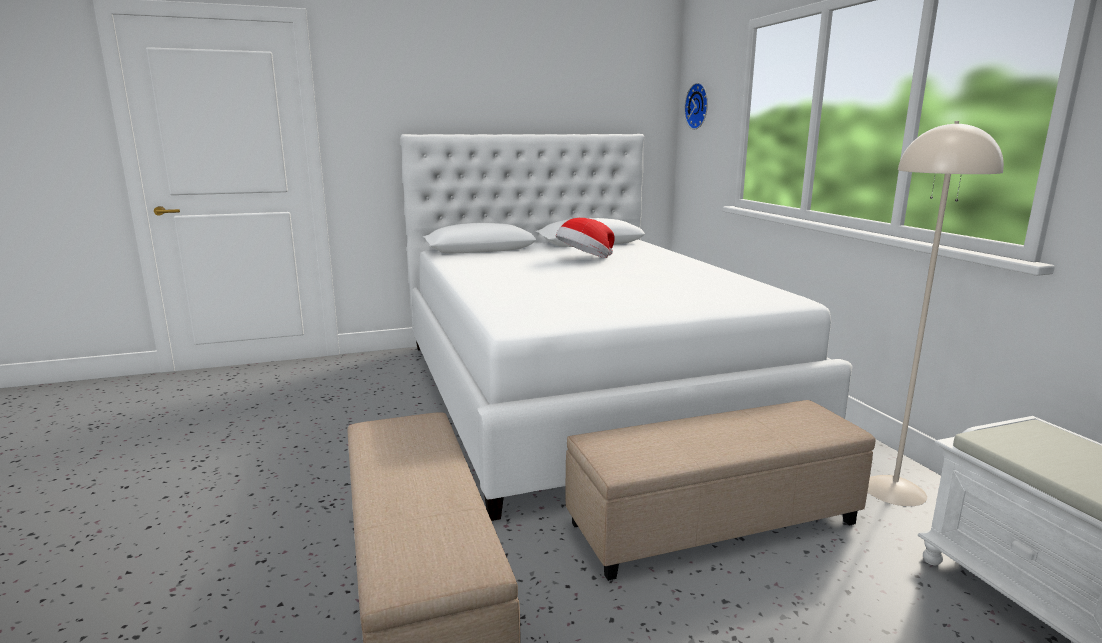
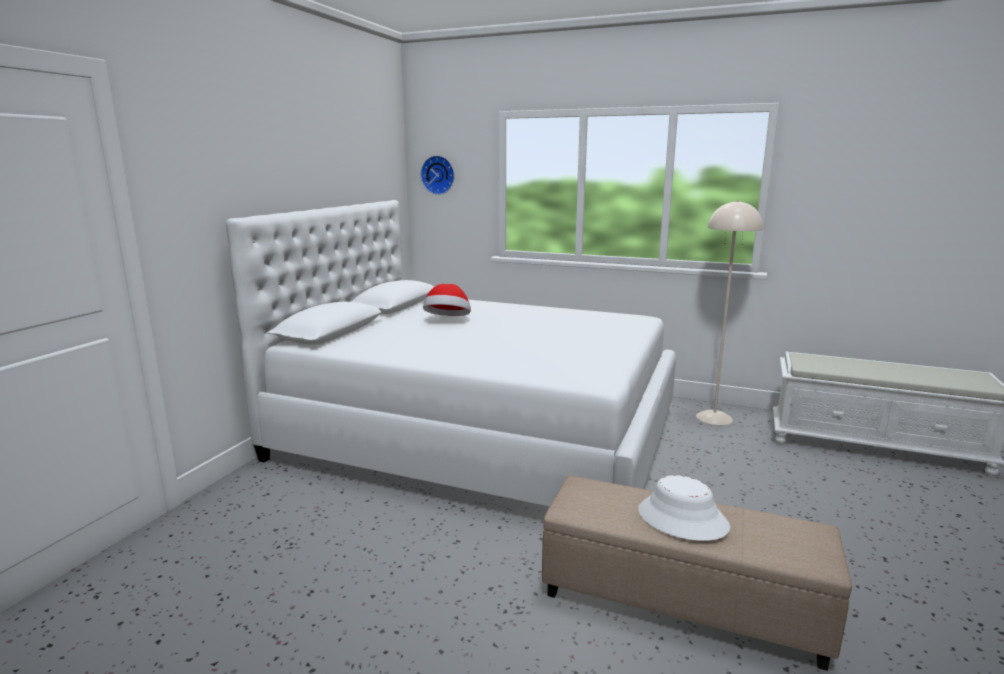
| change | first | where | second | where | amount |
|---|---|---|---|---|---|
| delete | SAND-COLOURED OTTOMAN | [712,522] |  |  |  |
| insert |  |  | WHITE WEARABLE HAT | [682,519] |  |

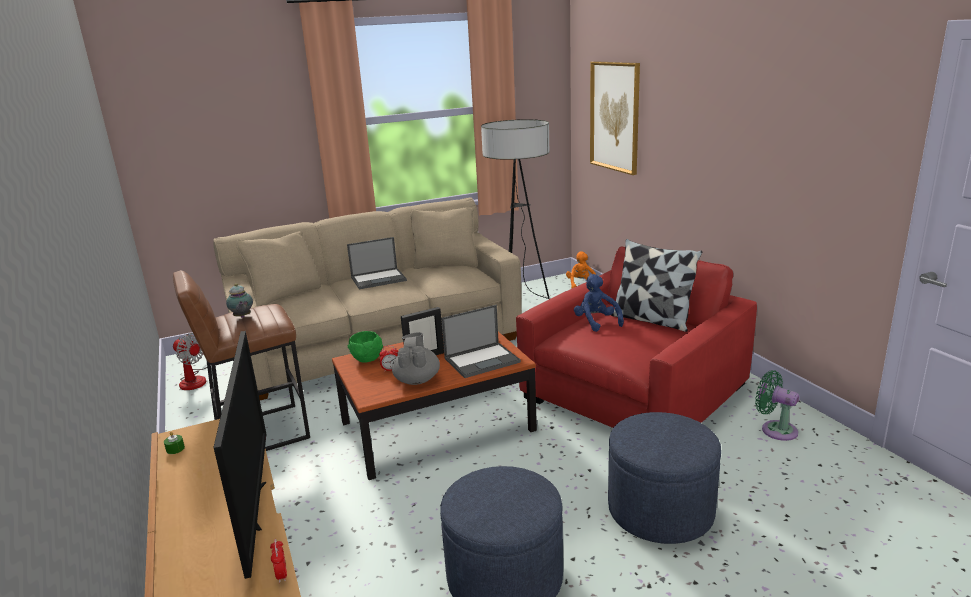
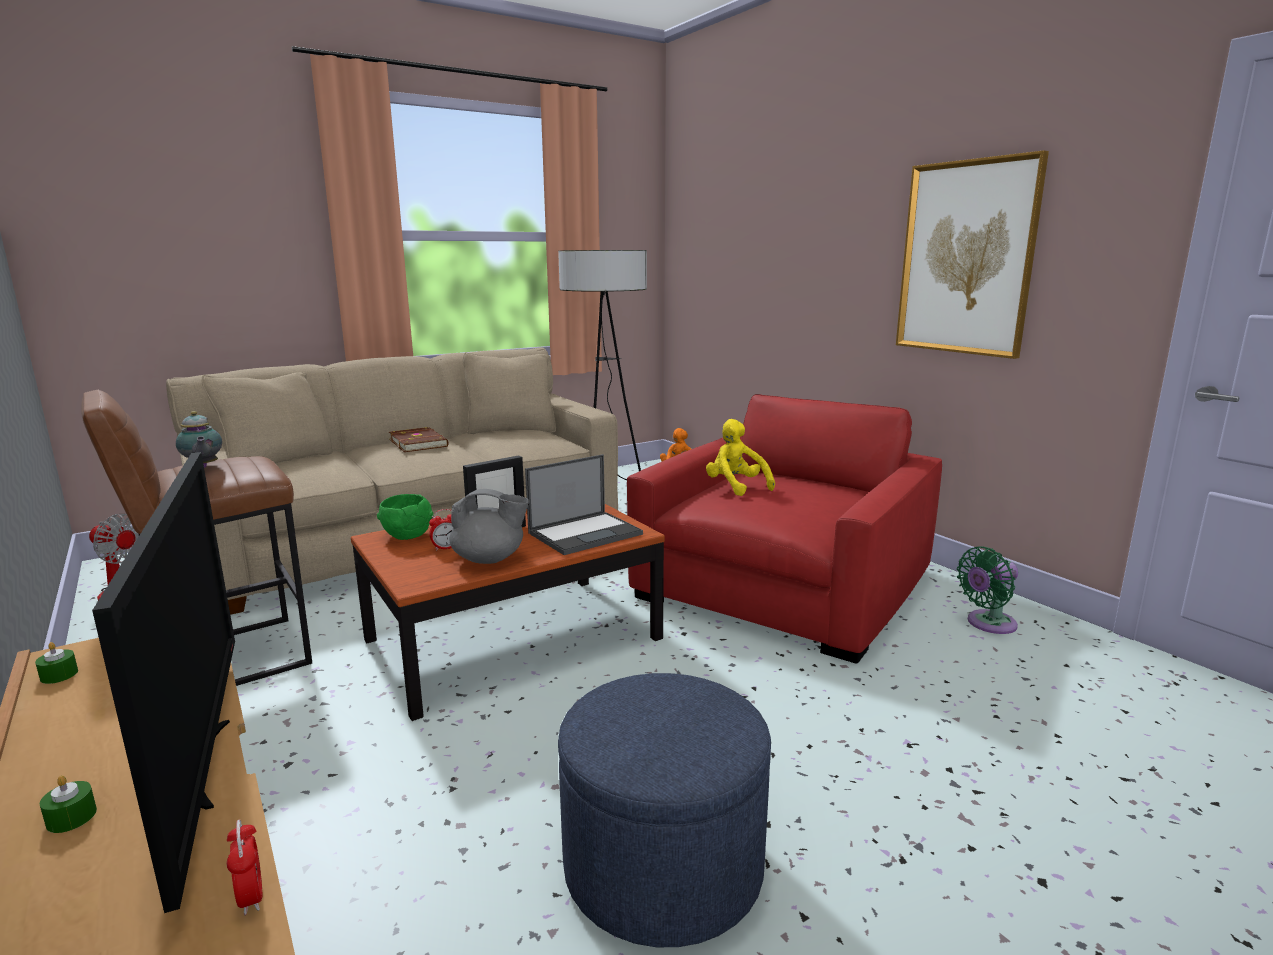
| change | first | where | second | where | amount |
|---|---|---|---|---|---|
| move | WALL ART | [615,116] |  | [966,258] |  |
| replace | NOTEBOOK COMPUTER | [379,279] | BROWN-COLOURED BOUND BOOK | [419,443] |  |
| delete | CUSHION | [652,320] |  |  |  |
| recolor | BLUISH SOFT TOY | [596,322] | YELLOWISH SOFT TOY | [736,487] |  |
| rotate | GRAY POT FOR TEA | [417,379] |  | [490,559] | 105 degrees clockwise |
| rotate | GREEN COOLING FAN | [775,429] |  | [987,624] | 60 degrees counterclockwise |
| delete | BLUISH OTTOMAN | [660,510] |  |  |  |
| insert |  |  | GREEN WAX CANDLE | [71,817] |  |

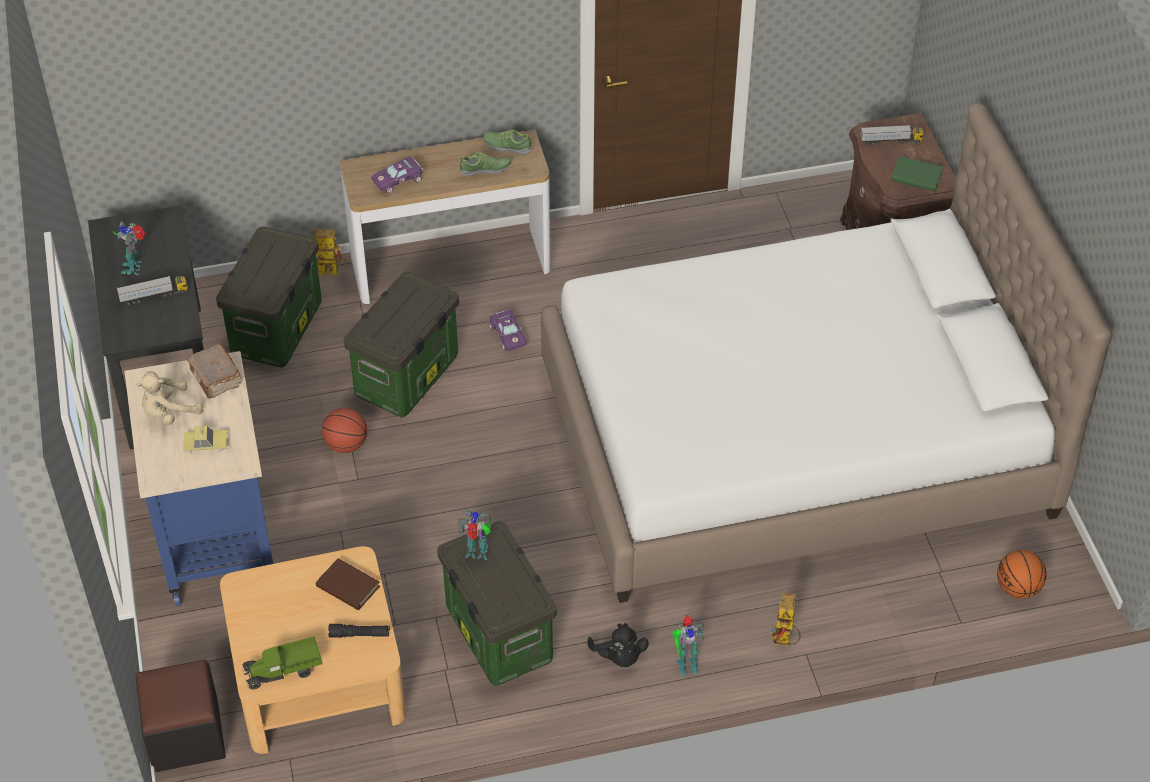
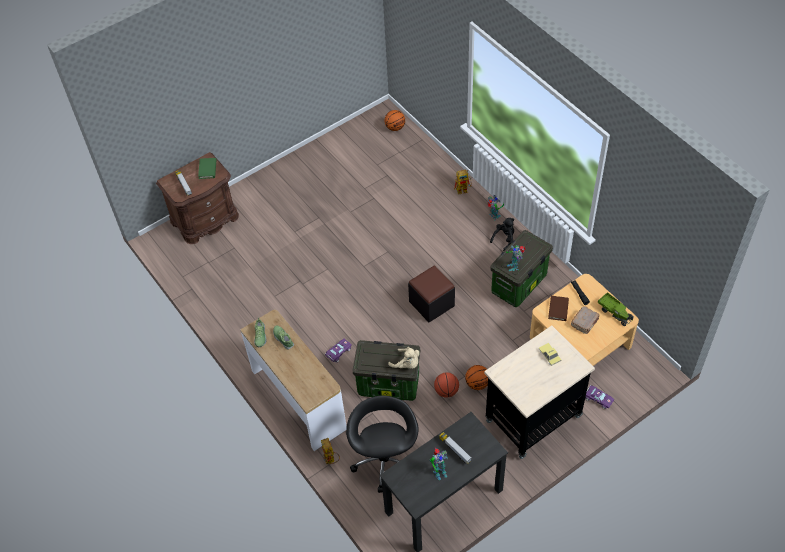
| change | first | where | second | where | amount |
|---|---|---|---|---|---|
| delete | WHITE SLEEPING BED | [795,440] |  |  |  |
| move | PURPLE TOY CAR | [399,179] |  | [597,398] |  |
| replace | STORAGE CONTAINER | [277,330] | BLACK COMPUTER CHAIR | [385,461] |  |
| move | BROWN-COLOURED BOUND BOOK | [215,378] |  | [585,322] |  |
| recolor | BLUISH TROLLEY | [215,537] | BLACK TROLLEY | [533,420] |  |
| move | SAND-COLOURED SOFT TOY | [169,413] |  | [406,364] |  |
| move | BLACK OTTOMAN | [186,735] |  | [431,303] |  |
| insert |  |  | BASKETBALL BALL | [477,383] |  |

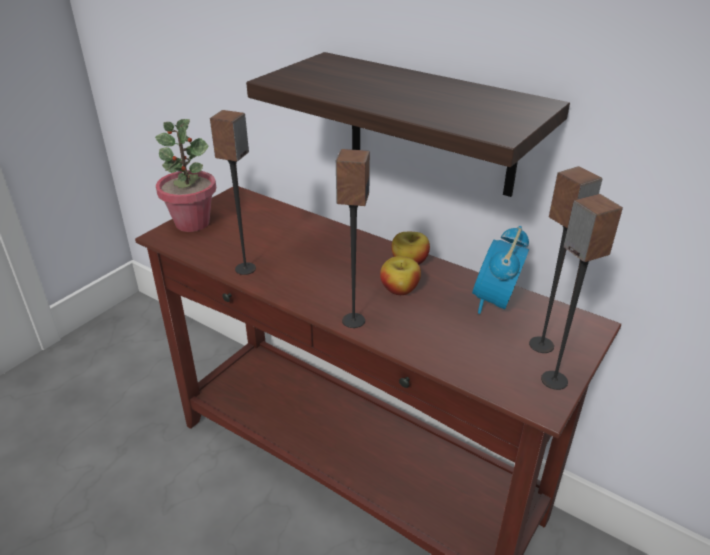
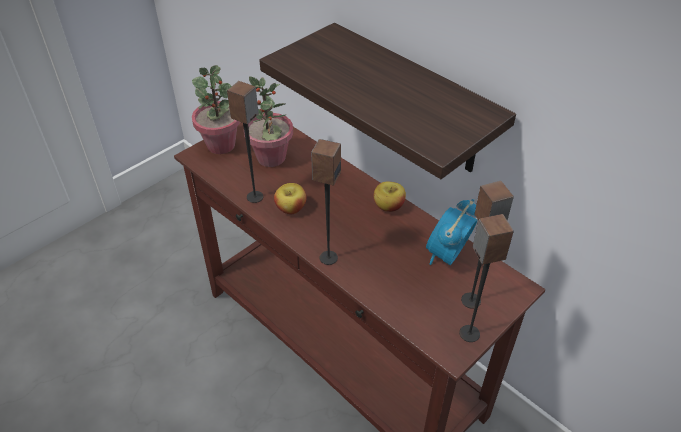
| change | first | where | second | where | amount |
|---|---|---|---|---|---|
| move | WHOLE APPLE | [399,289] |  | [291,208] |  |
| insert |  |  | PLANT IN A POT | [271,158] |  |

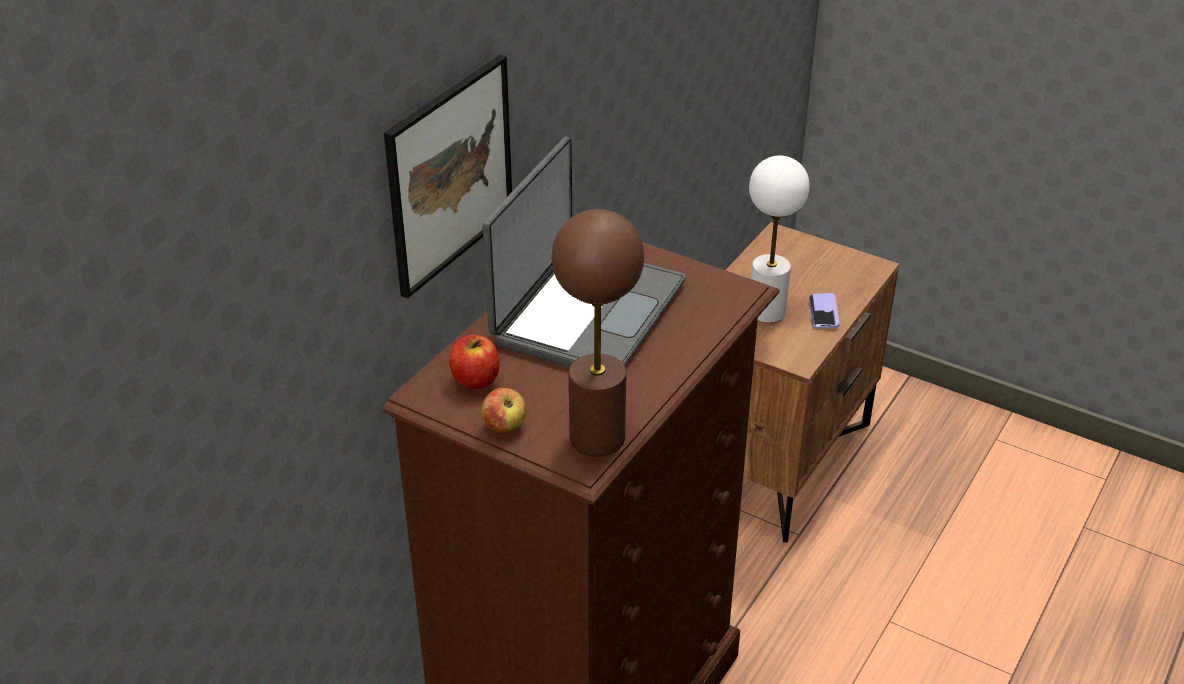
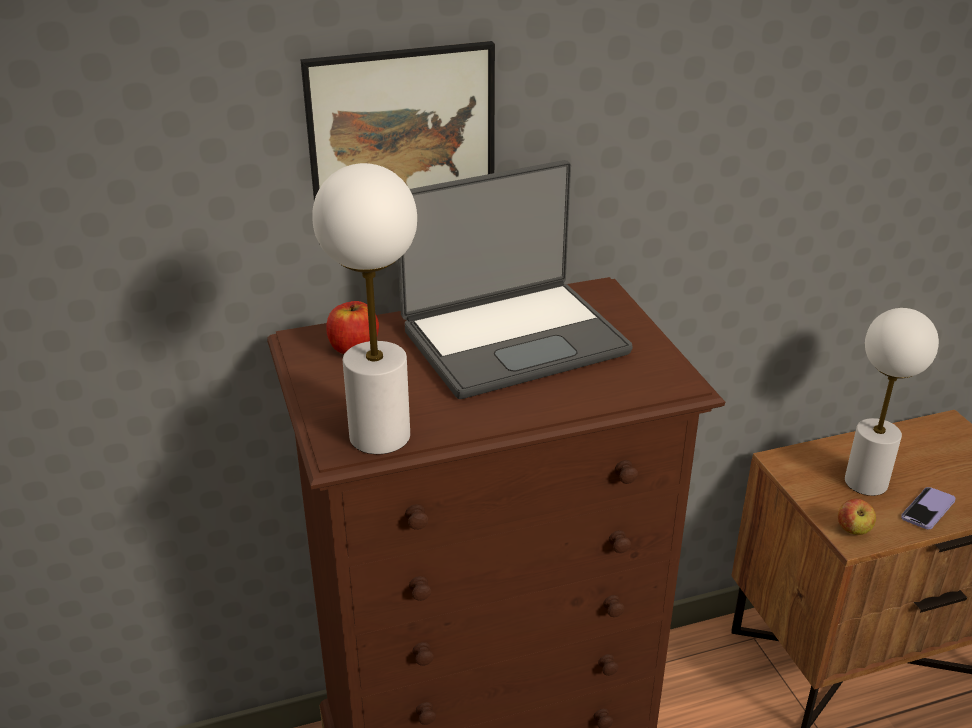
| change | first | where | second | where | amount |
|---|---|---|---|---|---|
| recolor | BROWN-COLOURED TABLETOP LAMP | [596,438] | WHITE TABLETOP LAMP | [378,436] |  |
| move | WHOLE APPLE | [504,426] |  | [853,530] |  |

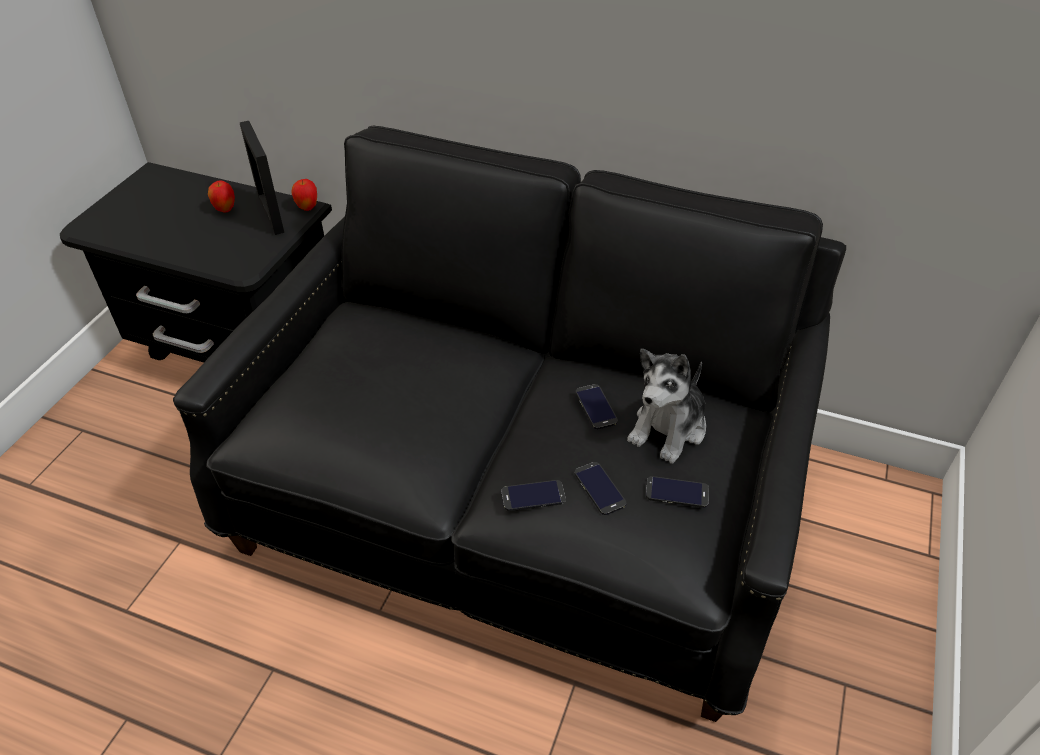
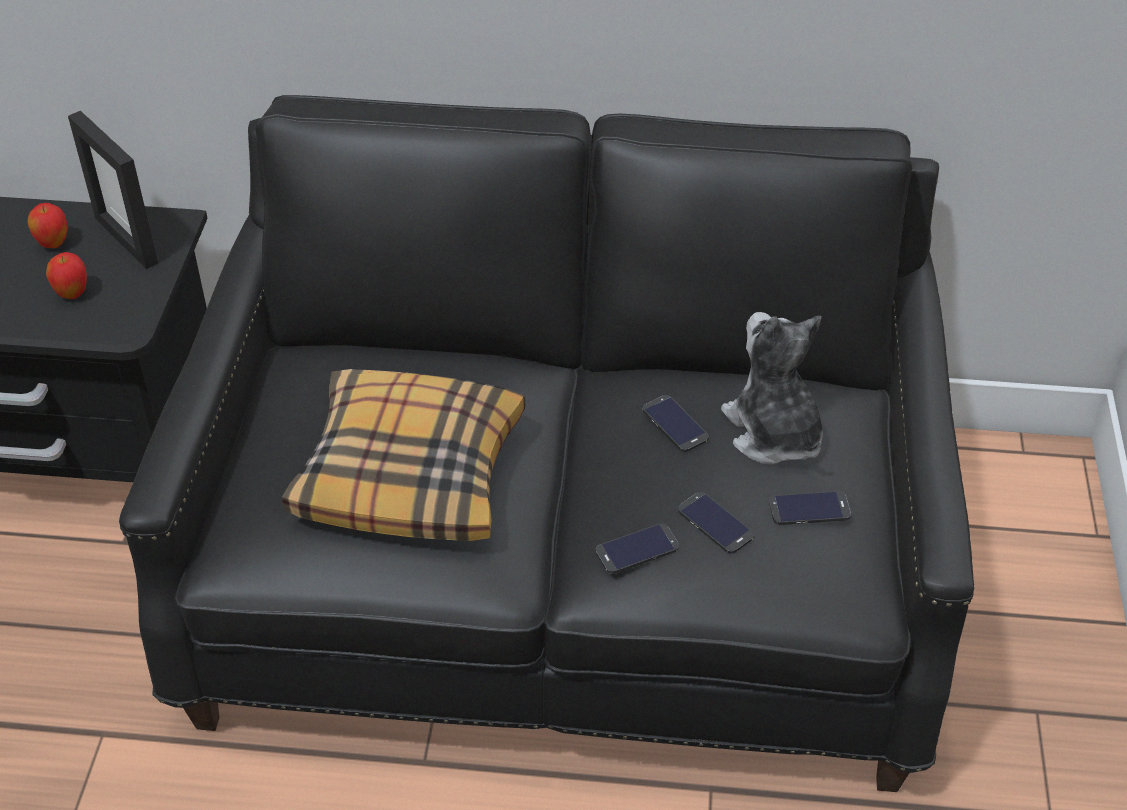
| change | first | where | second | where | amount |
|---|---|---|---|---|---|
| move | WHOLE APPLE | [307,208] |  | [72,294] |  |
| rotate | SOFT TOY | [668,428] |  | [773,433] | 135 degrees clockwise |
| insert |  |  | CUSHION | [410,472] |  |

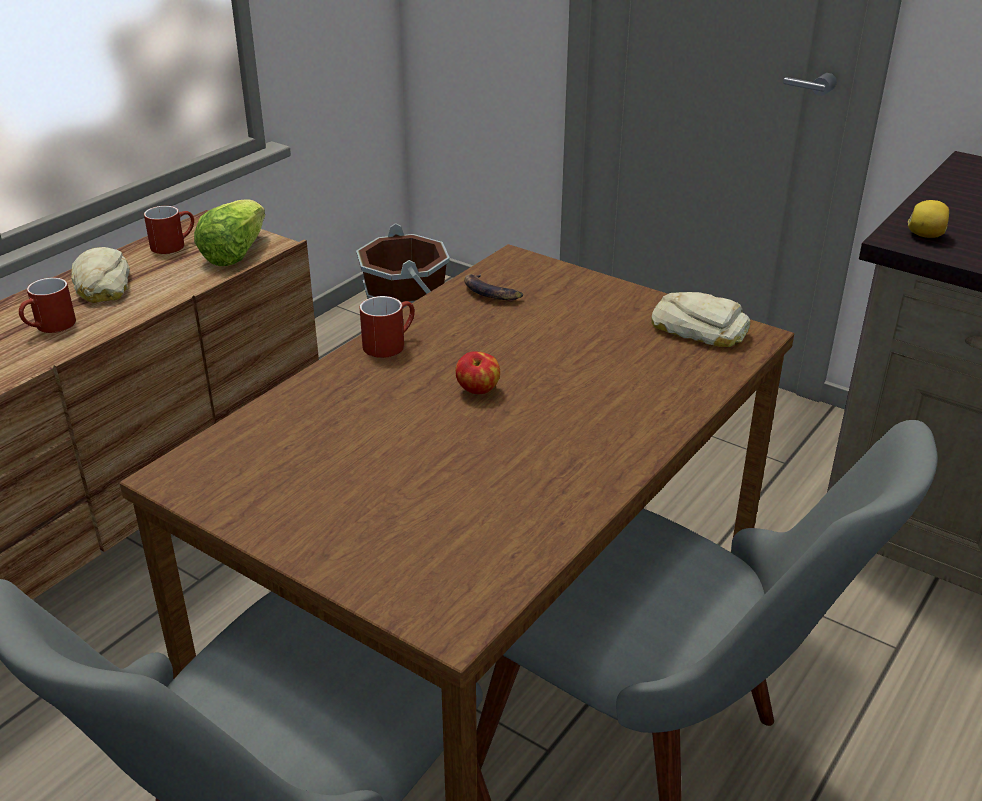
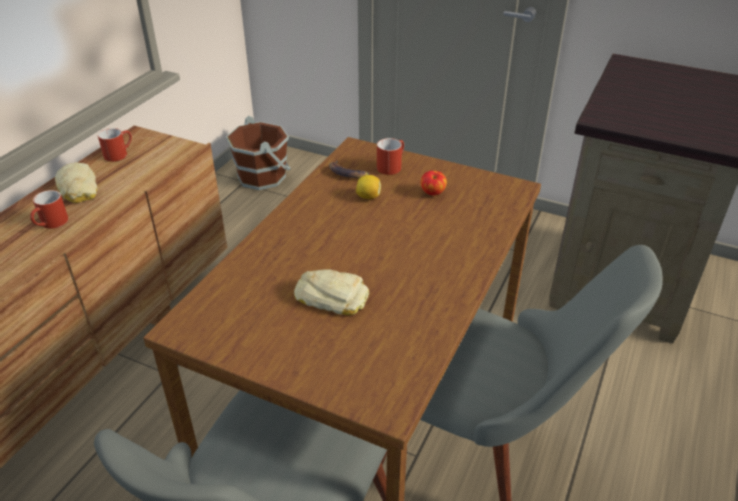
| change | first | where | second | where | amount |
|---|---|---|---|---|---|
| delete | LETTUCE HEAD | [234,253] |  |  |  |
| move | LEMON | [926,235] |  | [368,196] |  |
| move | BREAD | [699,328] |  | [332,297] |  |
| move | REDDISH COFFEE MUG | [389,343] |  | [391,166] |  |
| move | WHOLE APPLE | [477,390] |  | [432,193] |  |

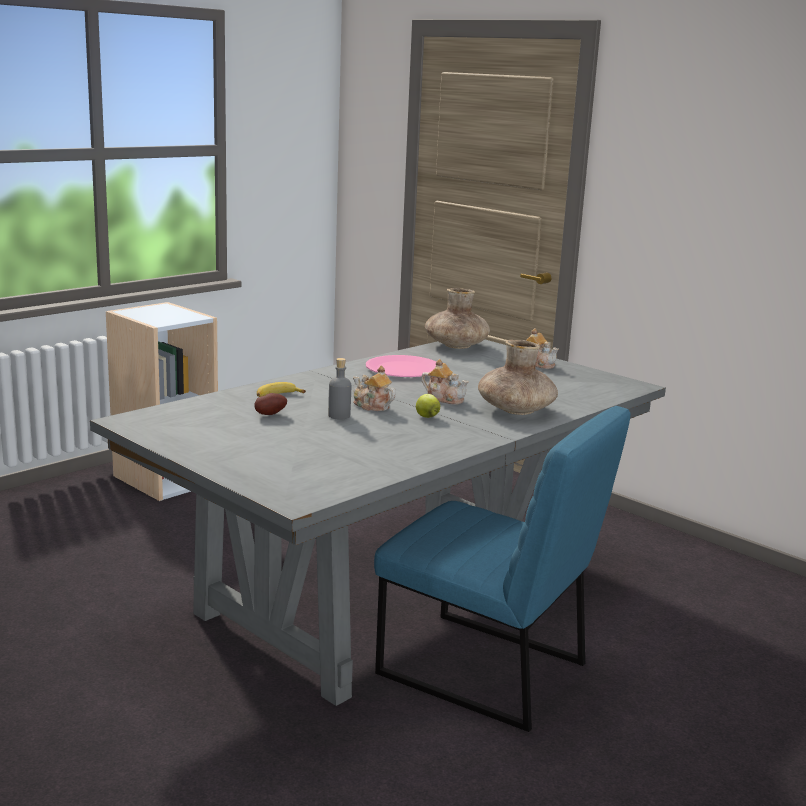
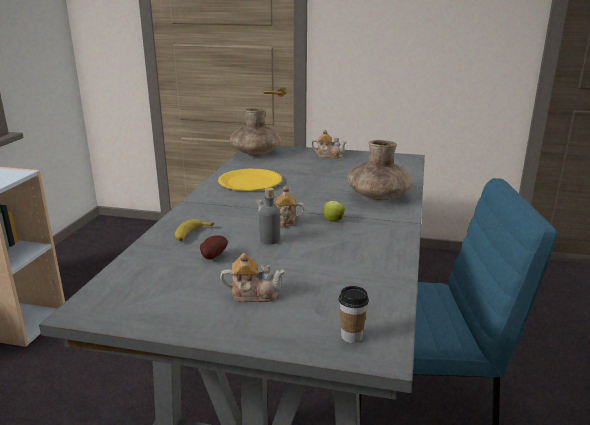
| change | first | where | second | where | amount |
|---|---|---|---|---|---|
| recolor | PINK PLATE | [403,369] | YELLOWISH PLATE | [250,182] |  |
| move | POT FOR TEA | [444,399] |  | [253,294] |  |
| insert |  |  | CUP | [351,337] |  |

